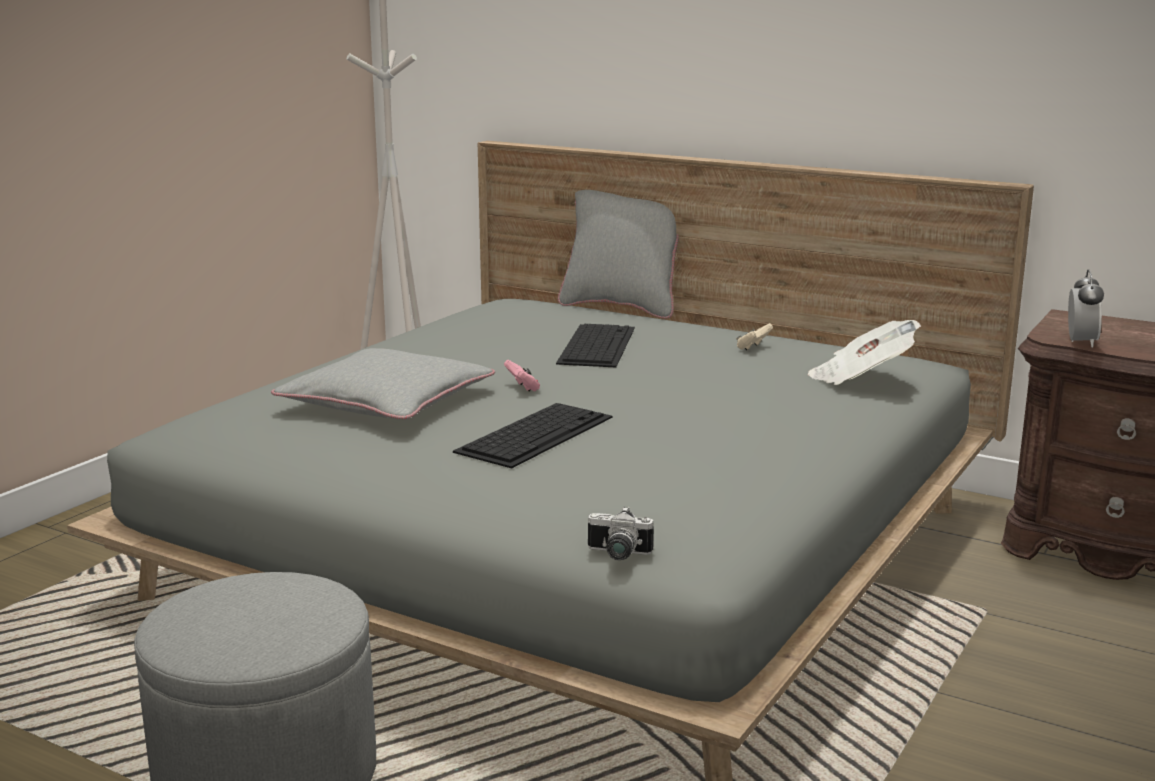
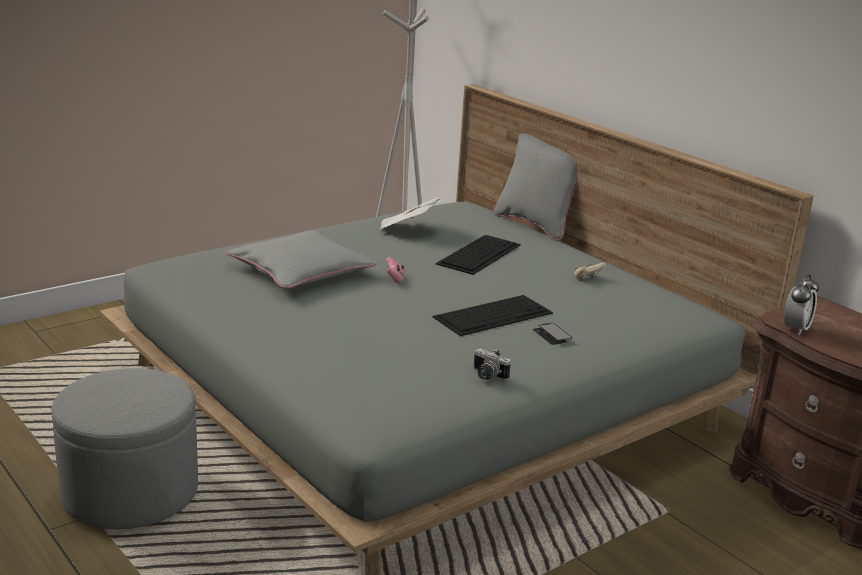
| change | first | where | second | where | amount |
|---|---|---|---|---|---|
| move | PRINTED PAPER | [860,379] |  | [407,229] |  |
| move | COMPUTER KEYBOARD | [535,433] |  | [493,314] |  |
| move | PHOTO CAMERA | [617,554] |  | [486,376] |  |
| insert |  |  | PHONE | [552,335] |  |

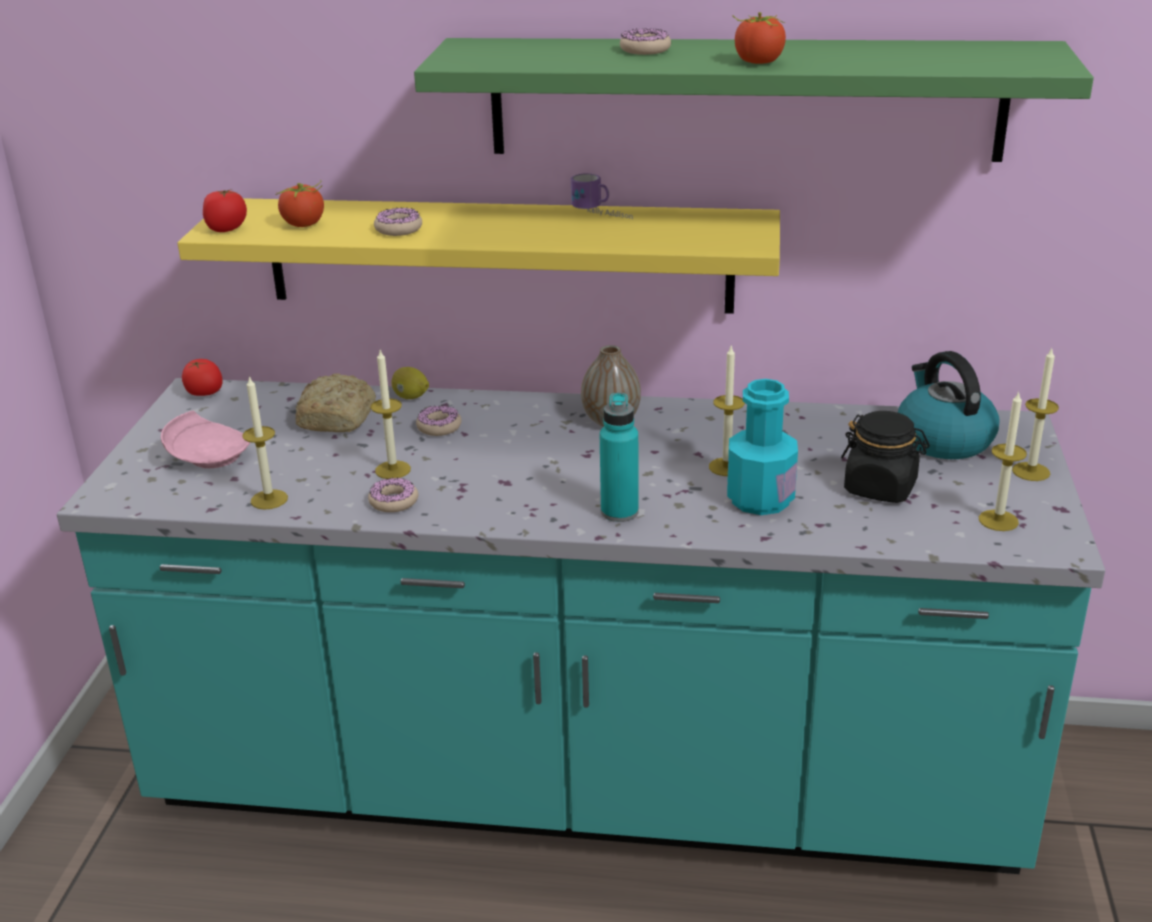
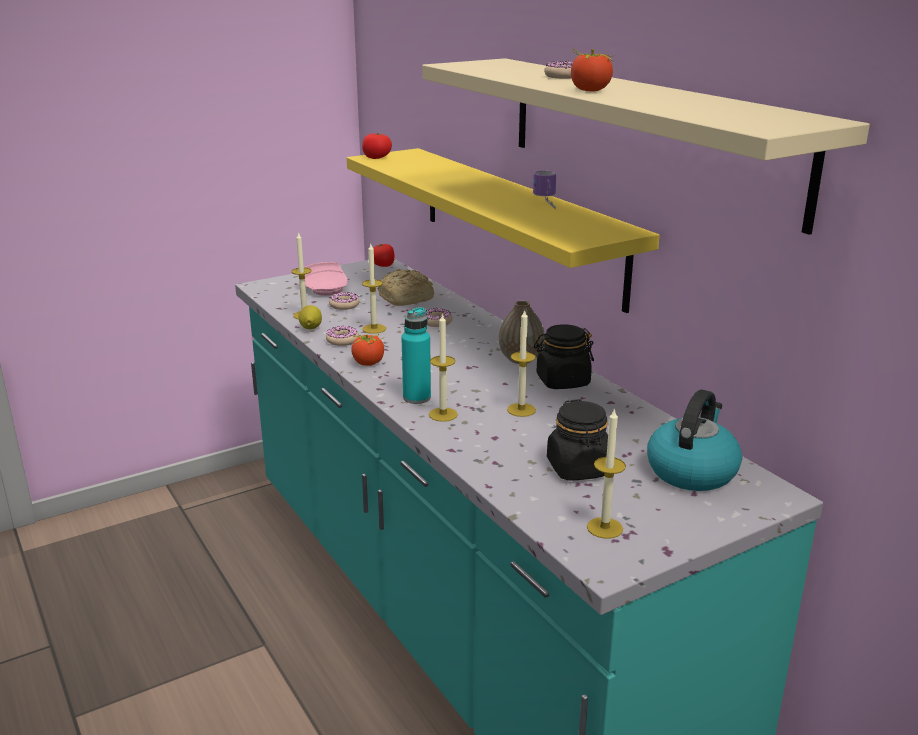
| change | first | where | second | where | amount |
|---|---|---|---|---|---|
| recolor | GREEN WALL SHELF | [744,99] | SAND-COLOURED WALL SHELF | [645,134] |  |
| move | TOMATO | [304,224] |  | [368,363] |  |
| move | RING DOUGHNUT | [398,229] |  | [344,305] |  |
| move | WAX CANDLE | [1031,471] |  | [443,414] |  |
| move | LEMON | [411,397] |  | [310,328] |  |
| delete | BLUE-GREEN BOTTLE | [760,499] |  |  |  |
| insert |  |  | BLACK STORAGE JAR | [562,381] |  |

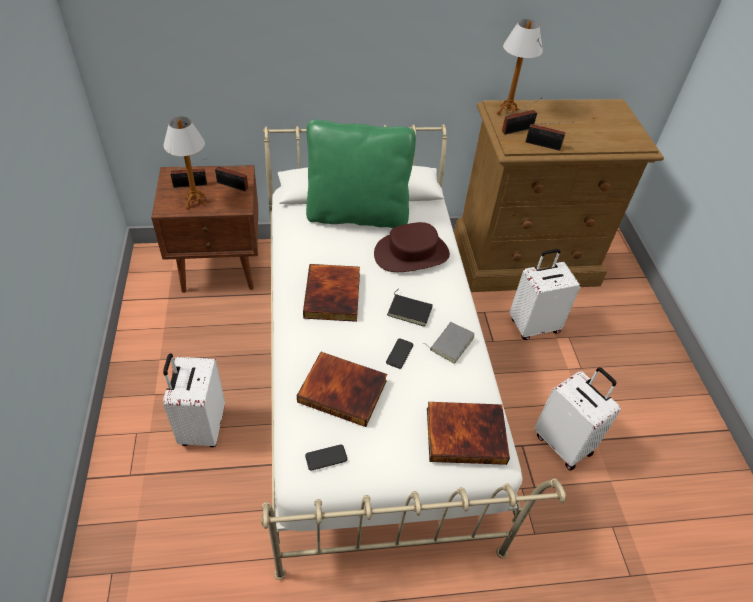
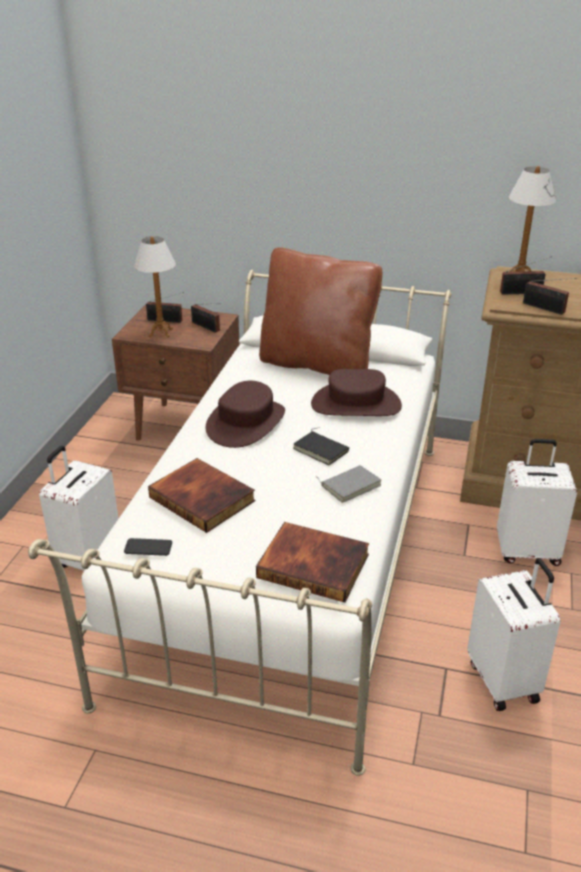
| change | first | where | second | where | amount |
|---|---|---|---|---|---|
| recolor | GREEN CUSHION | [357,214] | BROWN-COLOURED CUSHION | [317,364] |  |
| replace | BOUND BOOK | [334,296] | BROWN-COLOURED WEARABLE HAT | [246,423] |  |
| delete | PHONE | [399,353] |  |  |  |

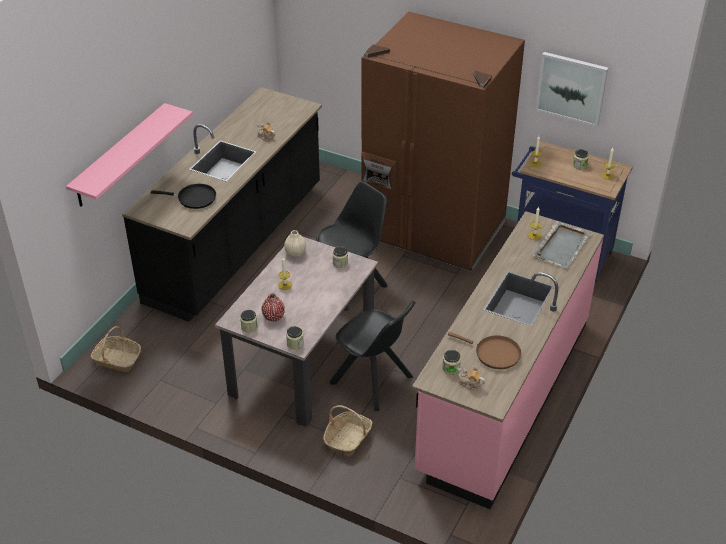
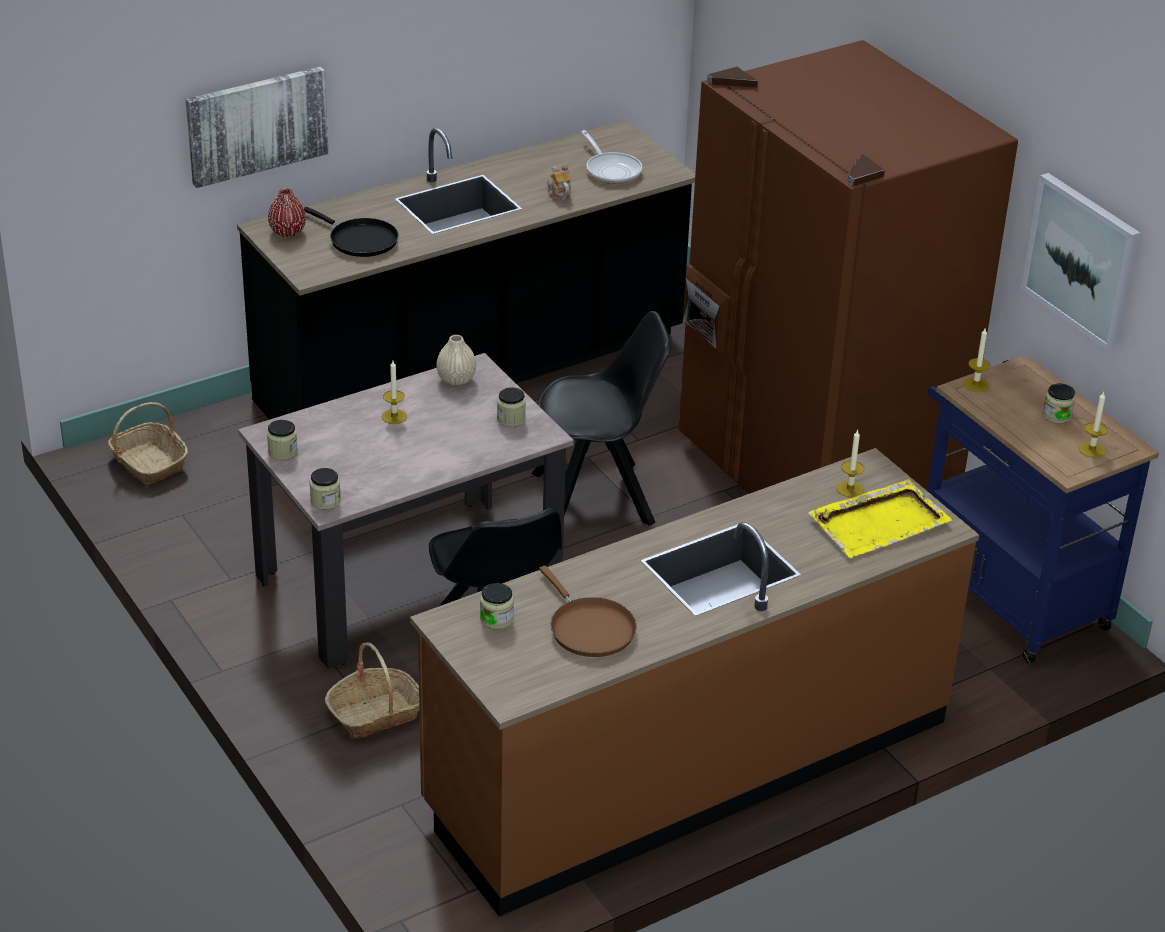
| change | first | where | second | where | amount |
|---|---|---|---|---|---|
| replace | PINK WALL SHELF | [119,156] | WALL ART | [257,125] |  |
| recolor | PINK COUNTER | [503,396] | BROWN-COLOURED COUNTER | [688,765] |  |
| recolor | GRAY SERVING TRAY | [561,246] | YELLOWISH SERVING TRAY | [880,522] |  |
| move | REDDISH DECORATIVE VASE | [273,317] |  | [287,232] |  |
| delete | POT FOR TEA | [469,383] |  |  |  |
| insert |  |  | SKILLET | [611,170] |  |

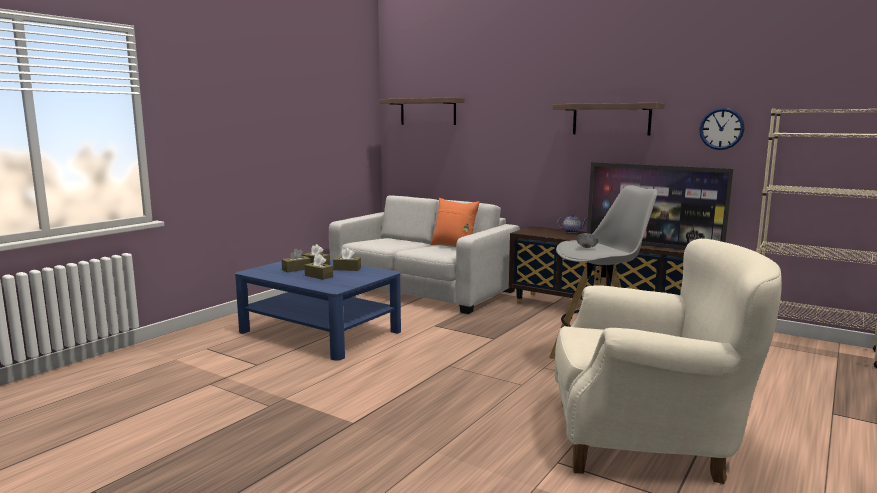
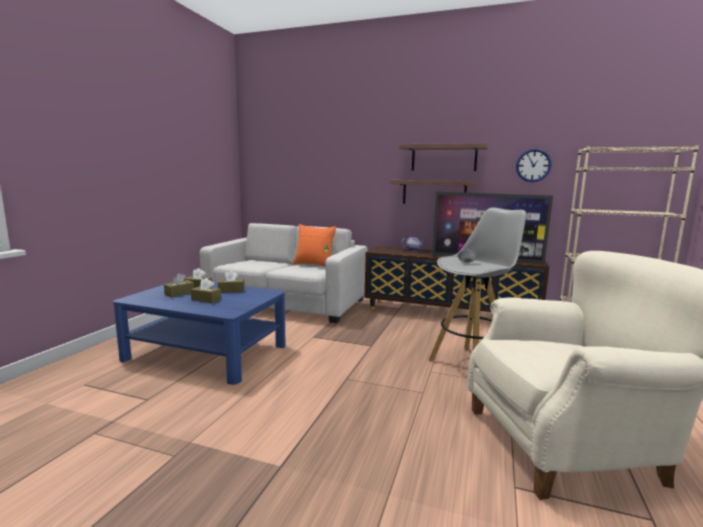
| change | first | where | second | where | amount |
|---|---|---|---|---|---|
| move | WALL SHELF | [428,111] |  | [434,192] |  |

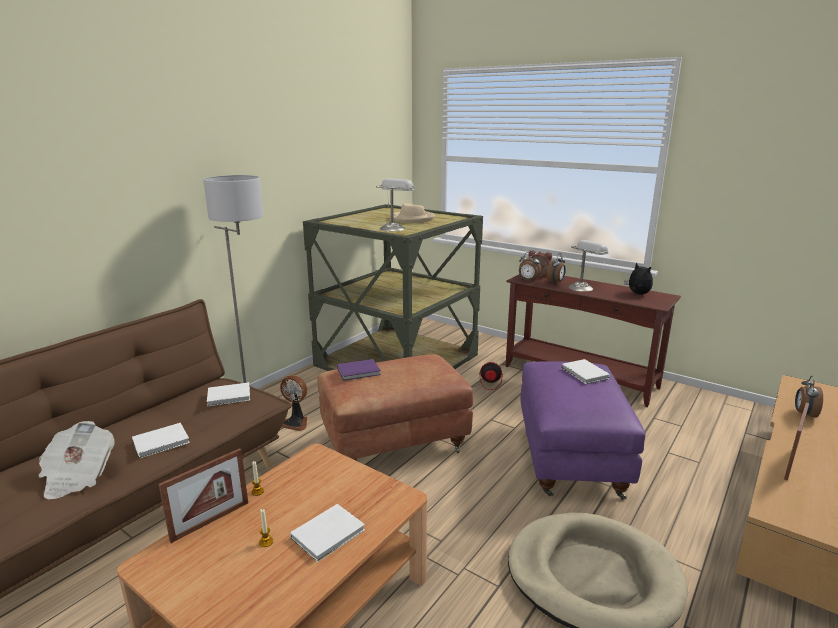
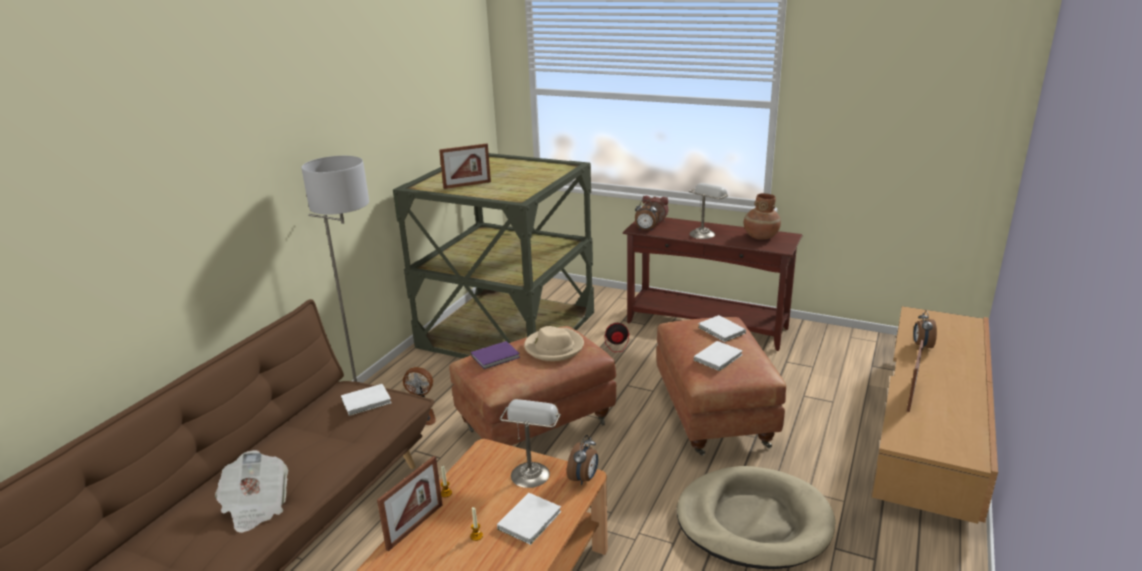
| change | first | where | second | where | amount |
|---|---|---|---|---|---|
| move | WHITE TABLETOP LAMP | [394,227] |  | [531,469] |  |
| move | SAND-COLOURED WEARABLE HAT | [412,219] |  | [554,347] |  |
| move | TABLE CLOCK | [555,282] |  | [584,478] |  |
| replace | SOFT TOY | [637,294] | BROWN-COLOURED DECORATIVE VASE | [760,236] |  |
| recolor | PURPLE OTTOMAN | [569,459] | BROWN-COLOURED OTTOMAN | [712,416] |  |
| move | WHITE BOUND BOOK | [163,442] |  | [719,357] |  |
| insert |  |  | STANDING FRAME | [467,185] |  |

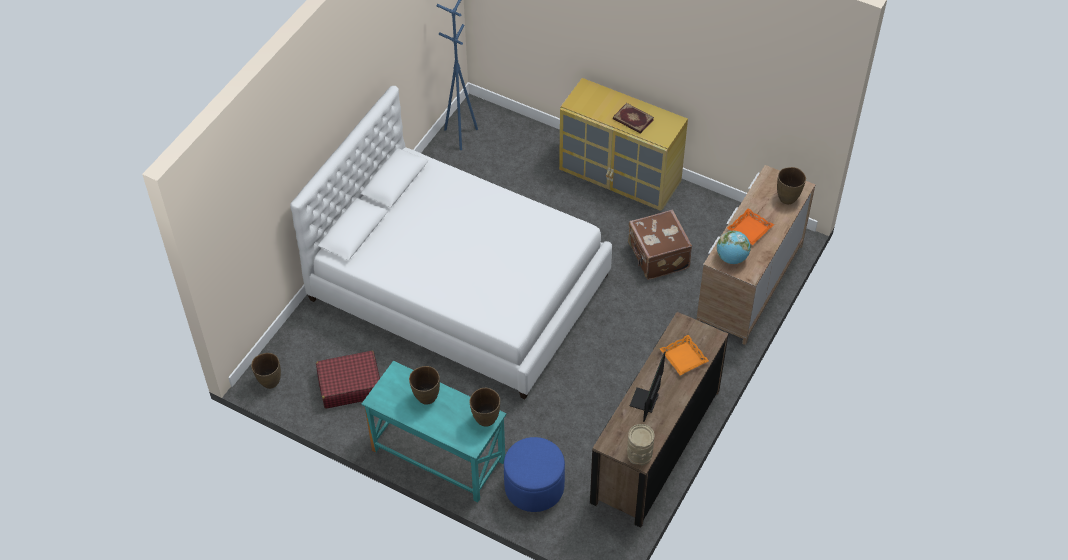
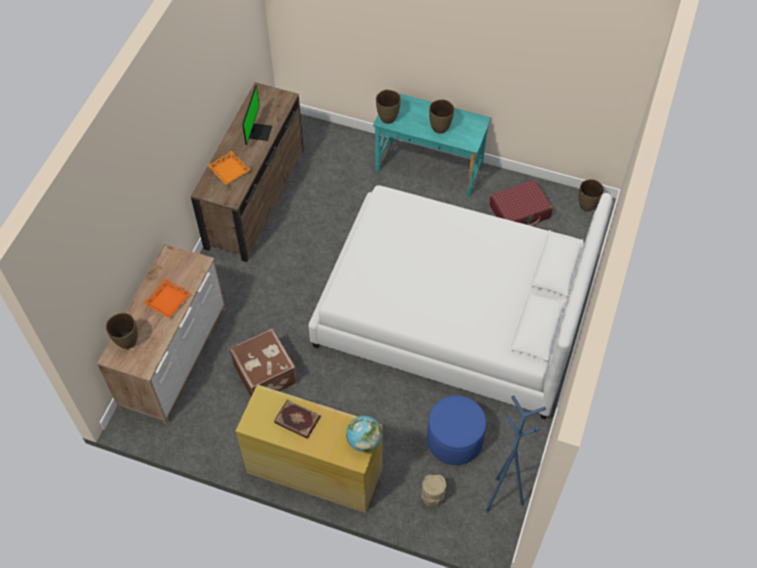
| change | first | where | second | where | amount |
|---|---|---|---|---|---|
| move | WORLD GLOBE | [732,258] |  | [364,441] |  |
| move | SAND-COLOURED DECORATIVE VASE | [639,454] |  | [432,497] |  |
| move | BLUISH OTTOMAN | [534,487] |  | [454,440] |  |

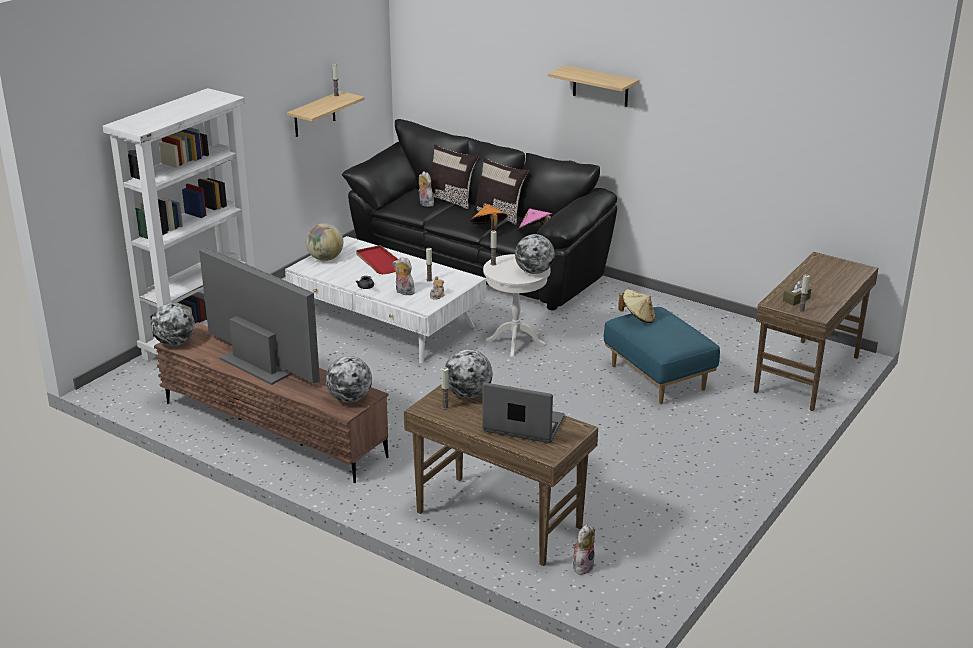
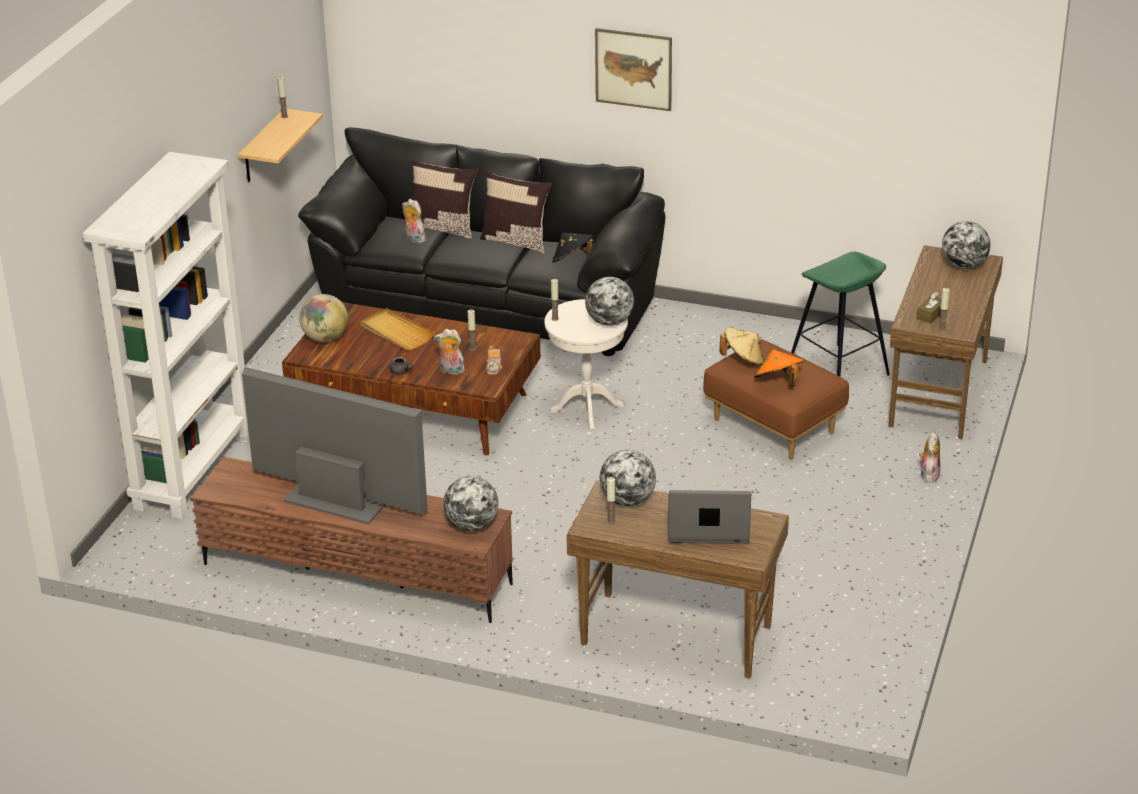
| change | first | where | second | where | amount |
|---|---|---|---|---|---|
| replace | WALL SHELF | [600,86] | WALL ART | [633,69] |  |
| move | ORANGE WEARABLE HAT | [489,229] |  | [778,382] |  |
| recolor | PINK WEARABLE HAT | [535,233] | BLACK WEARABLE HAT | [572,261] |  |
| recolor | WHITE LOUNGE TABLE | [386,323] | BROWN-COLOURED LOUNGE TABLE | [415,408] |  |
| recolor | REDDISH SERVING TRAY | [379,262] | SAND-COLOURED SERVING TRAY | [396,332] |  |
| move | WORLD GLOBE | [175,343] |  | [964,266] |  |
| recolor | BLUISH OTTOMAN | [659,378] | BROWN-COLOURED OTTOMAN | [775,426] |  |
| move | SOFT TOY | [582,566] |  | [928,474] |  |
| insert |  |  | GREEN SITTING STOOL | [837,372] |  |

